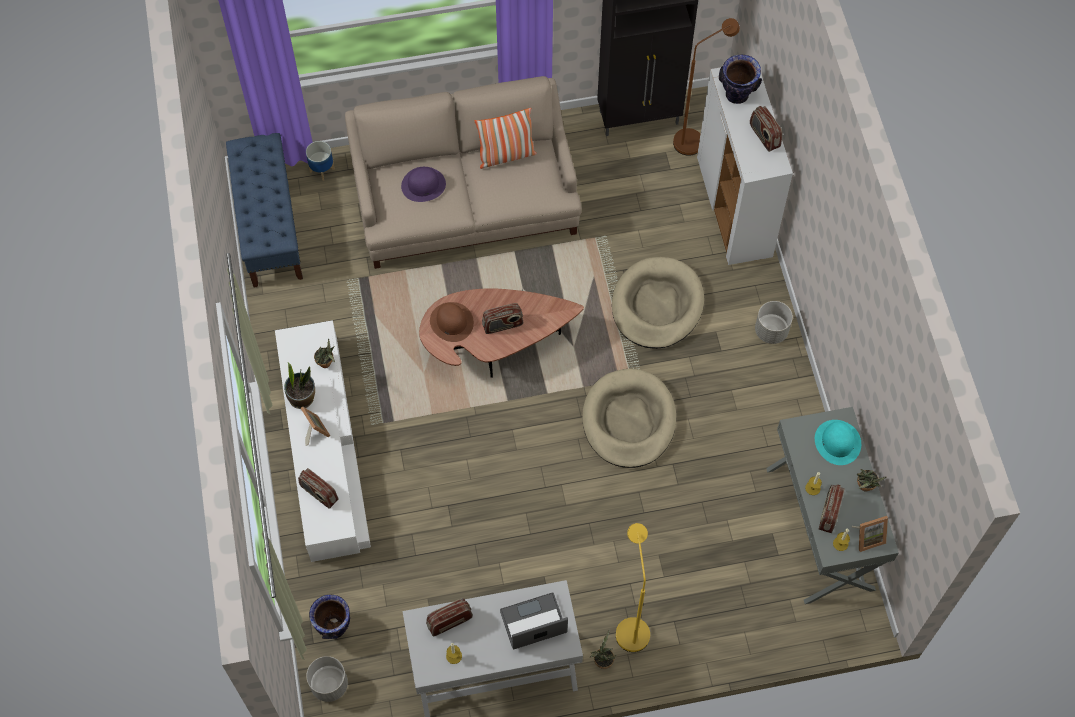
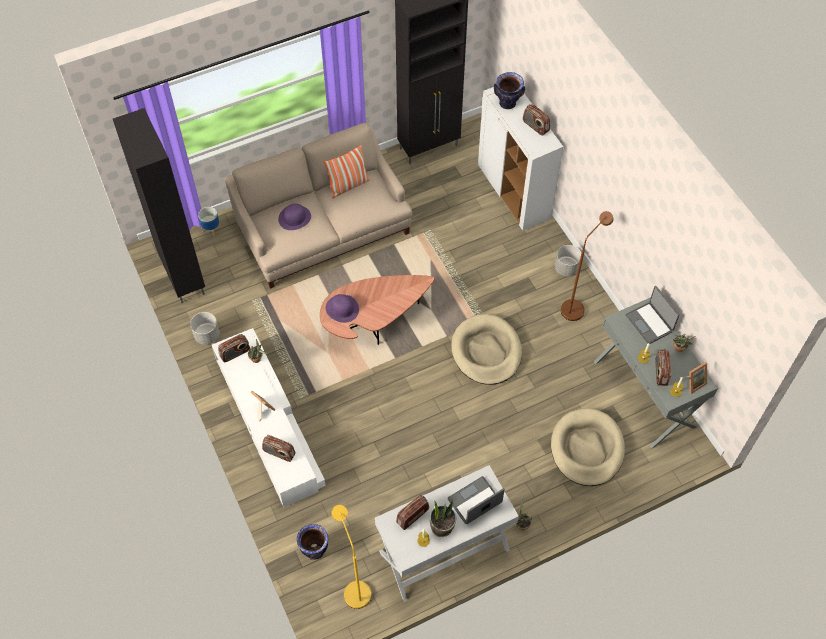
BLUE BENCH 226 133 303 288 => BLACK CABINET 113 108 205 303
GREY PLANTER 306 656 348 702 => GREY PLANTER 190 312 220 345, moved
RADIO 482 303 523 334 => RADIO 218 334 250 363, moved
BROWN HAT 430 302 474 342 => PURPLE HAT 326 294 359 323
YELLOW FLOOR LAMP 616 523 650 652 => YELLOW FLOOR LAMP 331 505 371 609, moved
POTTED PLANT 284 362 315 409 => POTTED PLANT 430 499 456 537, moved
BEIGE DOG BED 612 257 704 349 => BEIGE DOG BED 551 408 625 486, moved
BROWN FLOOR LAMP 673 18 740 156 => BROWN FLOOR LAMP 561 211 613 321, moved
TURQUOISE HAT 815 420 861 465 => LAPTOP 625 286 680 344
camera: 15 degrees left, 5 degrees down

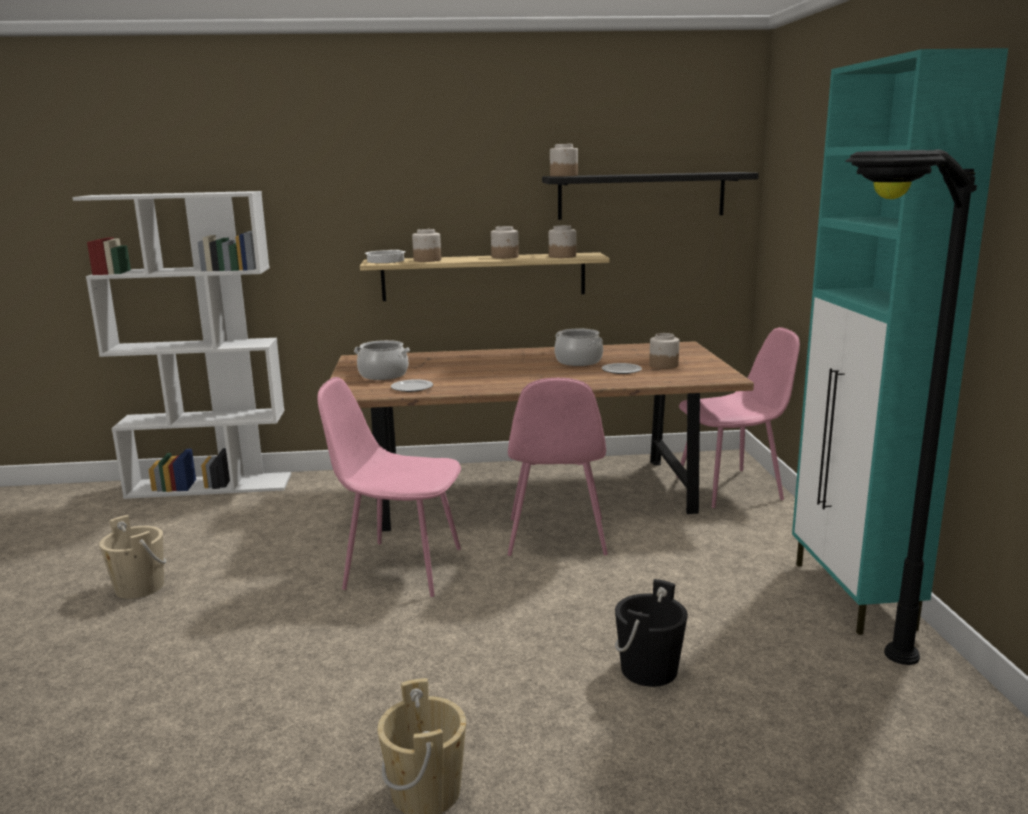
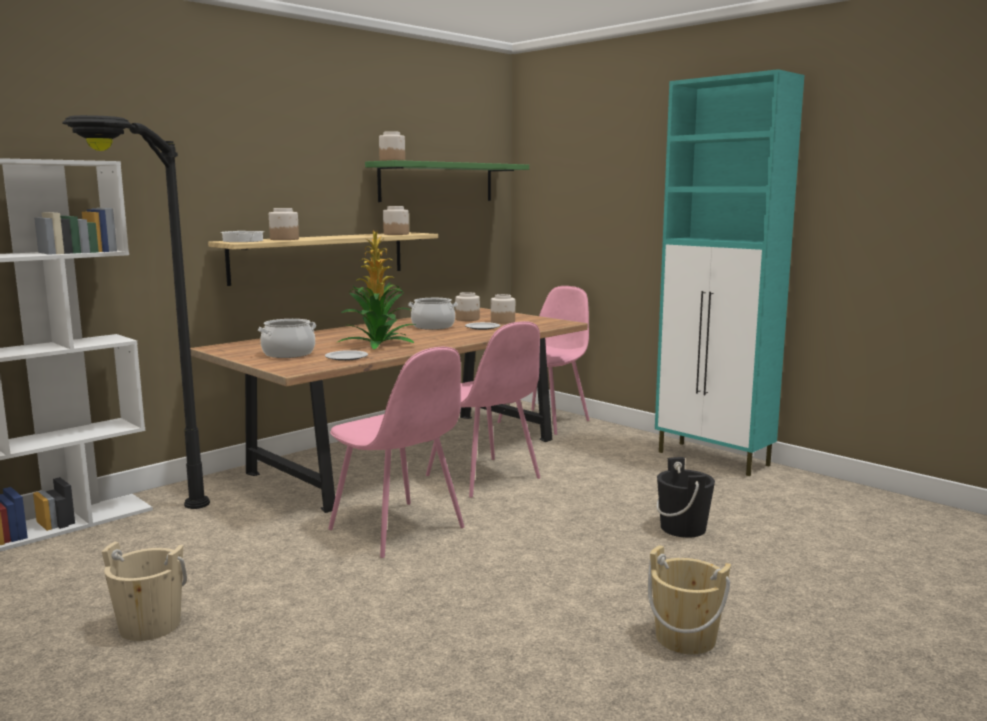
BLACK FLOOR LAMP 845 149 977 665 => BLACK FLOOR LAMP 62 115 210 509, moved
PINK CHAIR 317 377 461 597 => PINK CHAIR 328 347 464 558, 105 degrees counterclockwise
nothing => POTTED PLANT 338 230 417 349
BLACK SHELF 542 172 759 220 => GREEN SHELF 365 160 529 202
JAR 491 226 519 259 => JAR 455 292 480 321, moved
camera: 40 degrees left, 5 degrees down

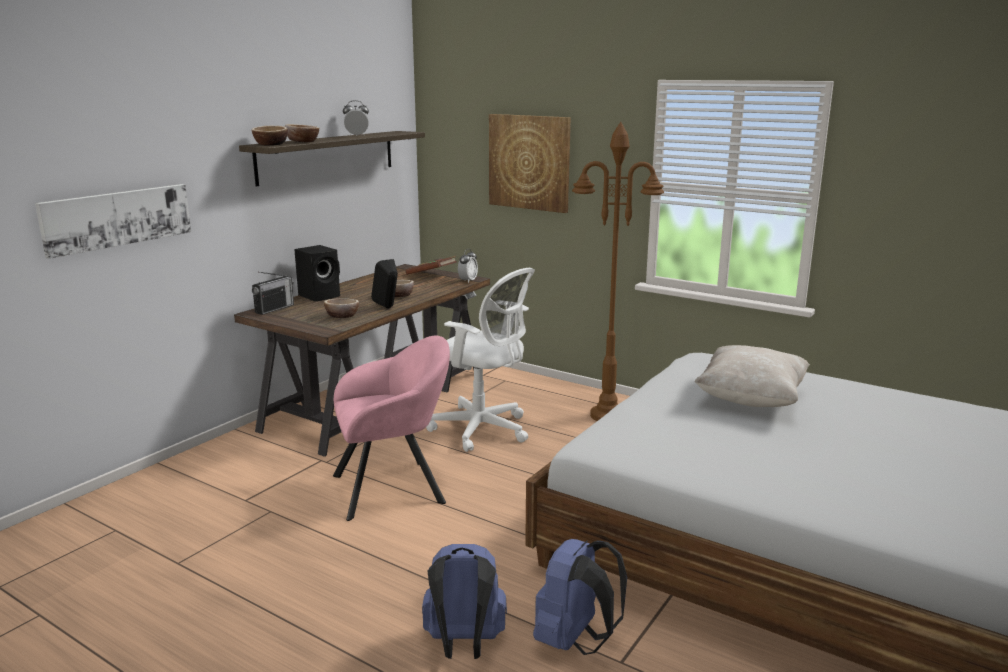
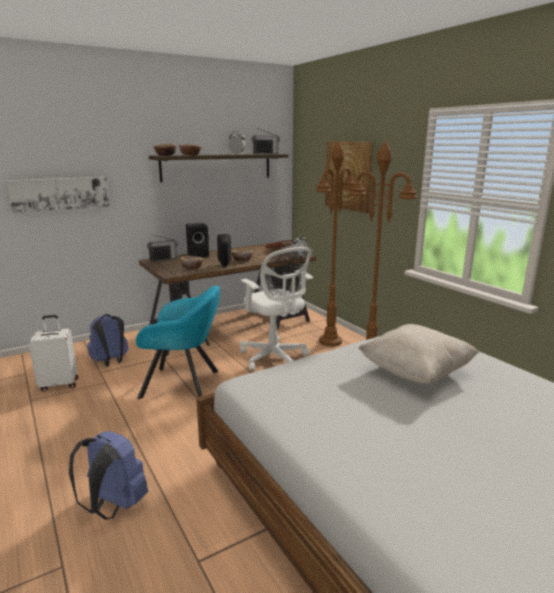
nothing => WHITE SUITCASE 29 315 78 392
BLUE BACKPACK 533 539 627 655 => BLUE BACKPACK 87 314 128 366, moved
PINK ARMCHAIR 333 336 450 521 => TURQUOISE ARMCHAIR 136 286 220 399
nothing => RADIO 252 128 280 154
nothing => BROWN FLOOR LAMP 315 141 355 347
camera: 25 degrees right, 0 degrees up

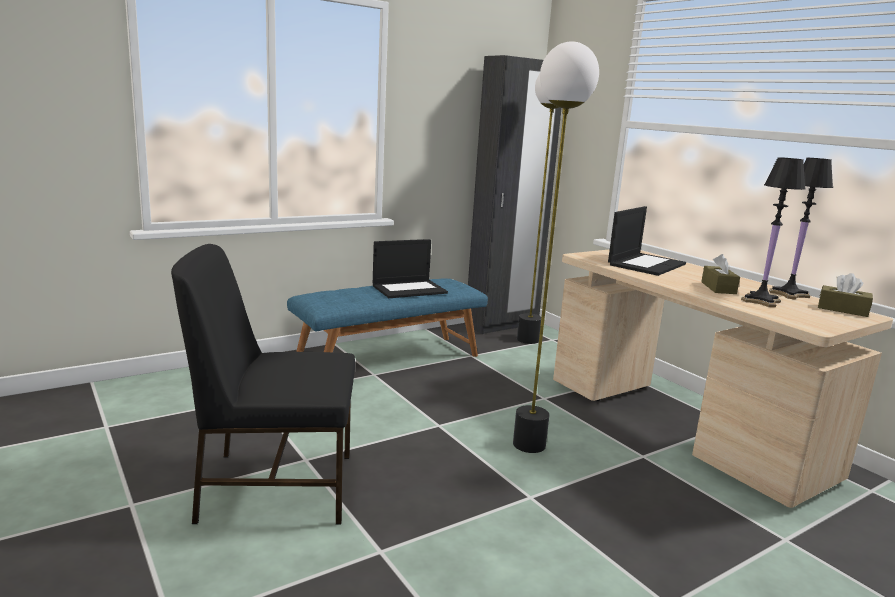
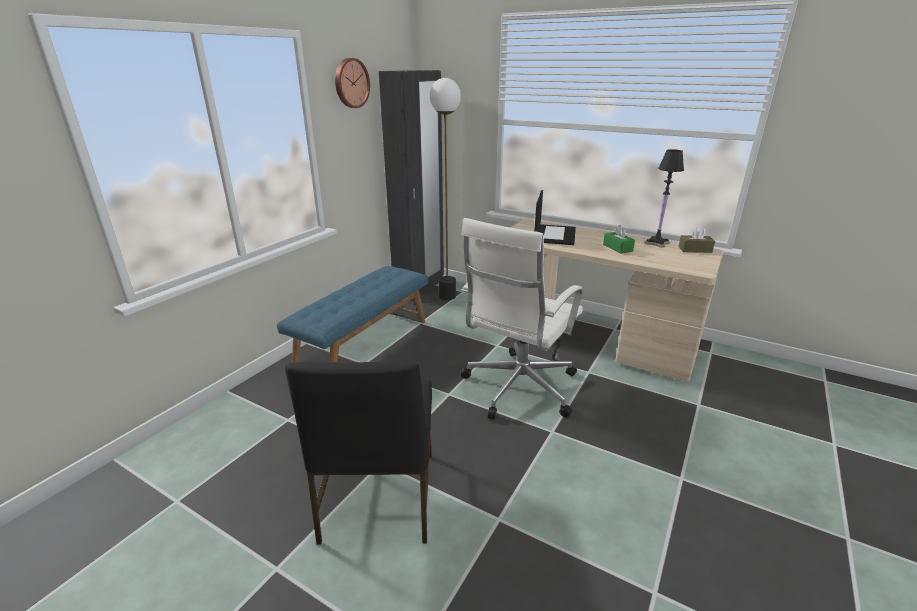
BLACK CHAIR 171 244 355 525 => BLACK CHAIR 285 361 432 544, 60 degrees counterclockwise
nothing => WALL CLOCK 335 58 370 108
FLOOR LAMP 513 41 599 453 => WHITE OFFICE CHAIR 461 218 583 419
BROWN TISSUE BOX 701 254 740 294 => GREEN TISSUE BOX 603 225 635 254
LAPTOP 373 239 448 298 => nothing
BLACK TABLE LAMP 741 157 806 307 => nothing
camera: 25 degrees left, 10 degrees up

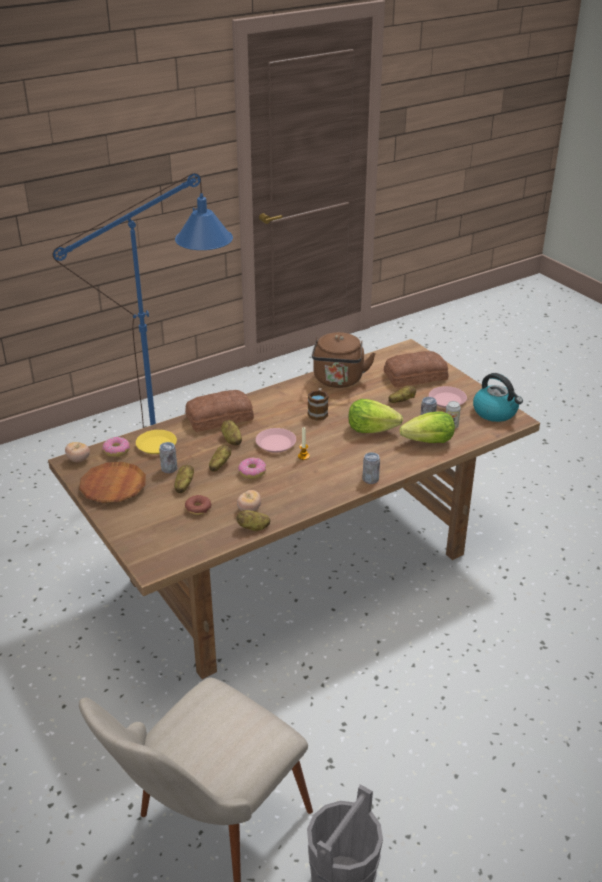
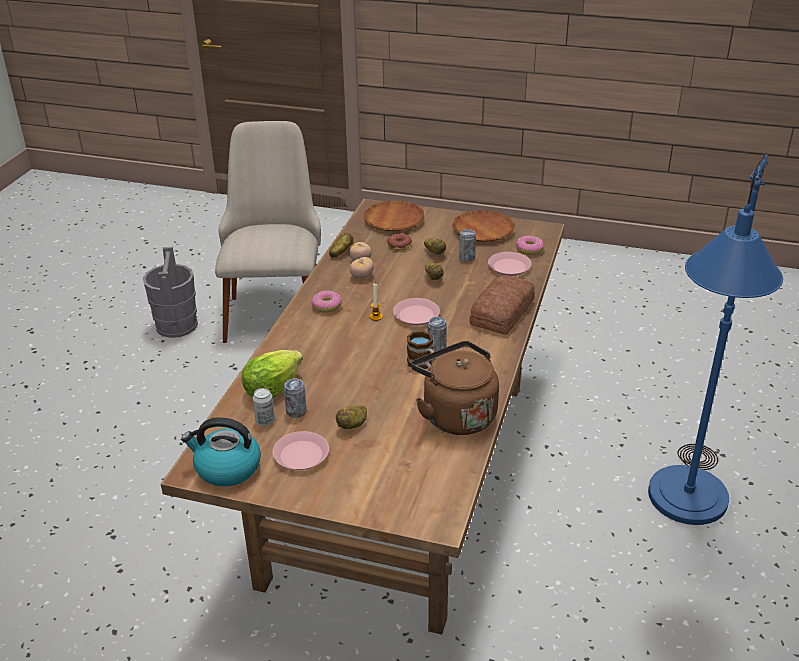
DONUT 238 458 266 479 => DONUT 312 290 342 313, moved
TOMATO 65 442 90 462 => TOMATO 349 257 374 279, moved
nothing => BROWN PLATE 364 201 424 231
CAN 363 452 380 484 => CAN 428 317 447 352, moved
YELLOW PLATE 136 430 177 454 => PINK PLATE 488 252 532 276
POTATO 221 420 242 445 => nothing
LETTUCE 349 399 403 433 => nothing
BREAD 384 351 449 387 => nothing
camera: 140 degrees right, 0 degrees up

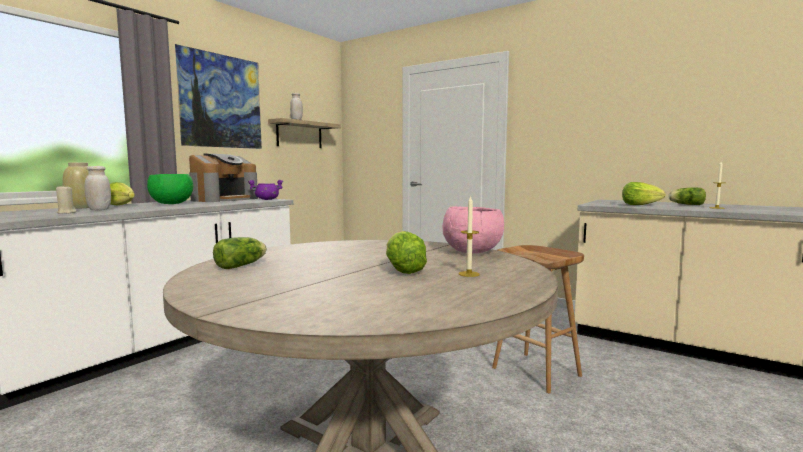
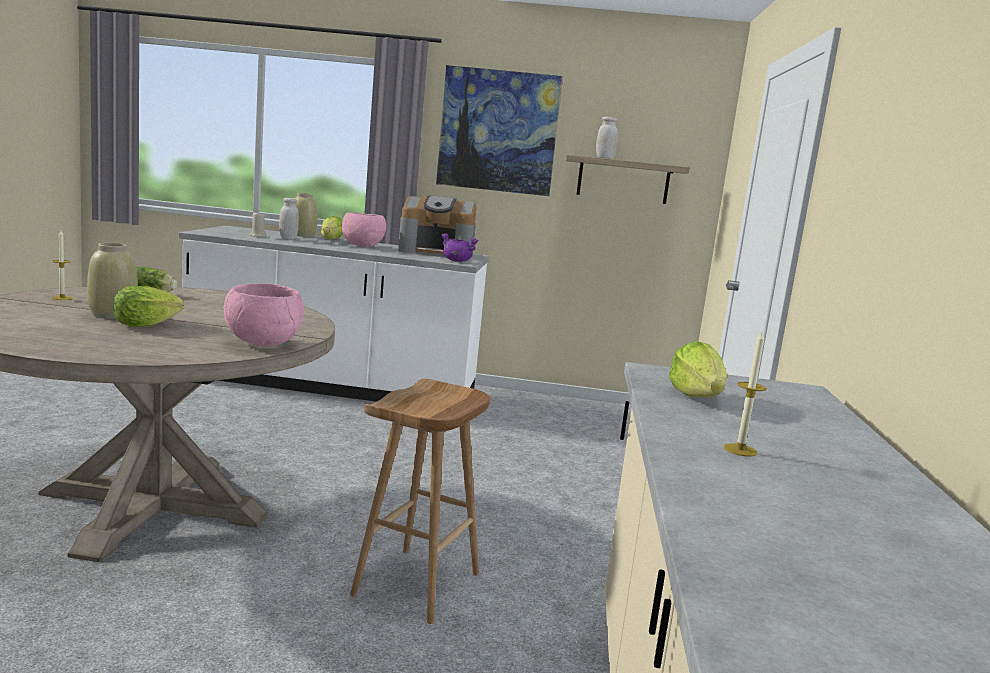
CANDLE 459 195 480 277 => CANDLE 52 231 73 300, moved
nothing => BEIGE VASE 87 243 138 319
GREEN BOWL 147 174 193 204 => PINK BOWL 342 212 386 247
LETTUCE 668 188 706 205 => nothing
camera: 60 degrees right, 5 degrees up

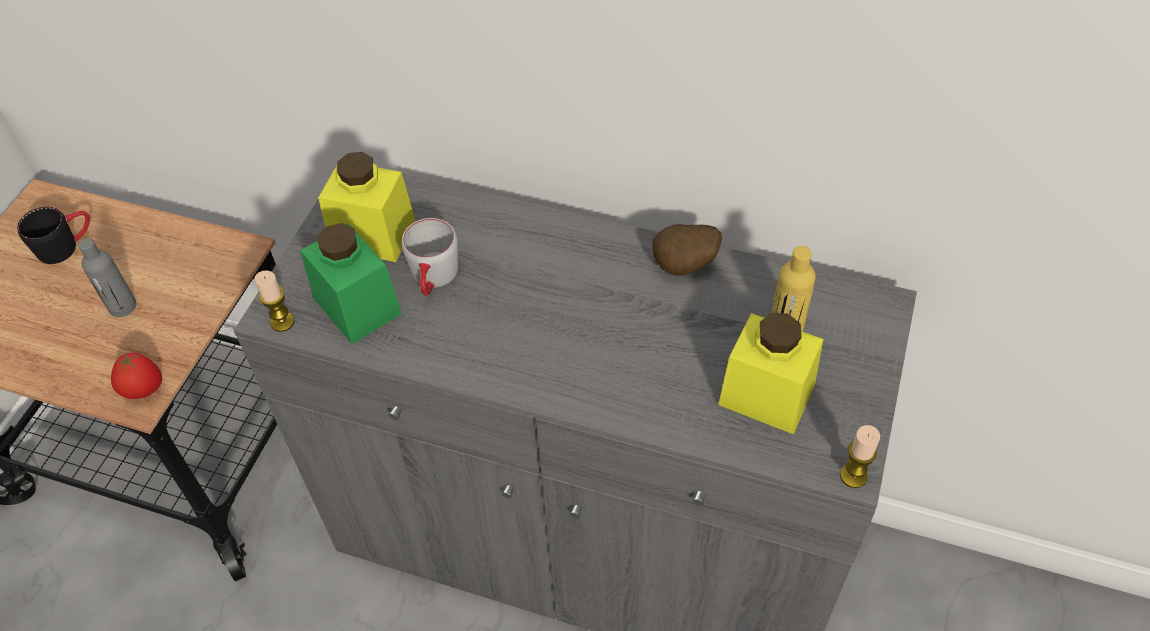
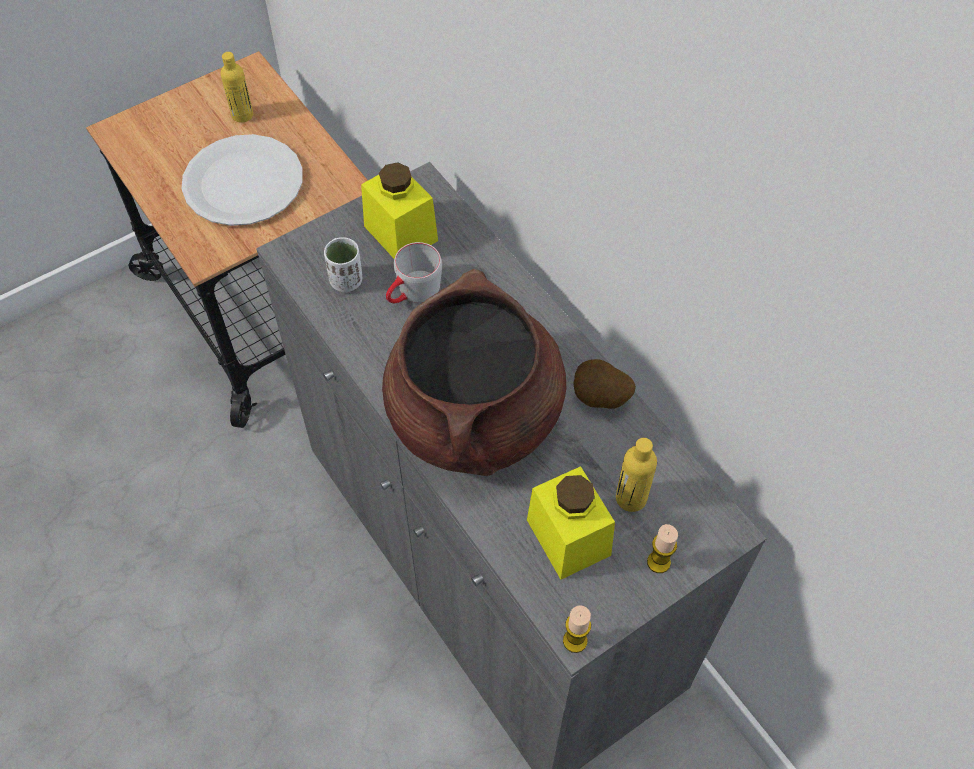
GREY BOTTLE 78 238 136 317 => WHITE PLATE 182 134 303 226
BLACK MUG 17 207 90 264 => YELLOW BOTTLE 221 52 253 123
GREEN JAR 300 223 402 344 => WHITE CUP 324 237 363 292
nothing => BROWN COOKING POT 382 269 566 476
CANDLE 254 270 295 332 => CANDLE 647 524 678 573, moved
TOMATO 111 353 162 399 => nothing
camera: 35 degrees right, 5 degrees up

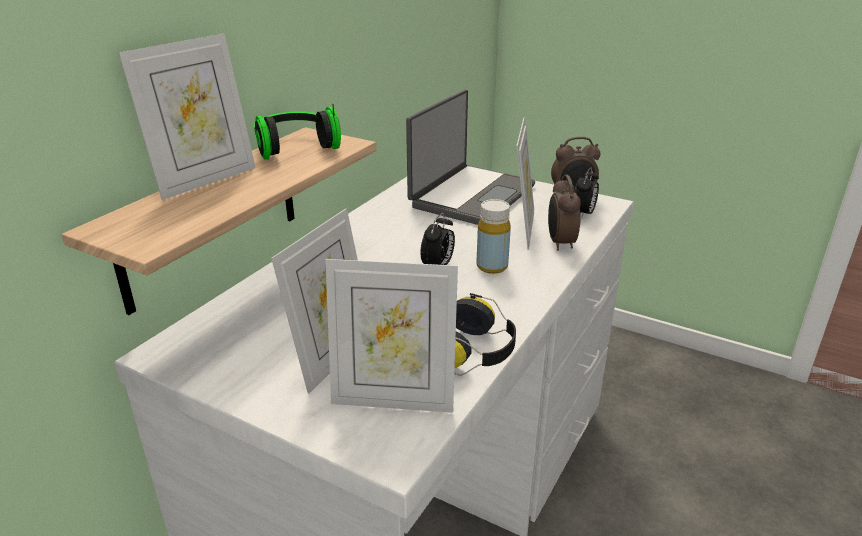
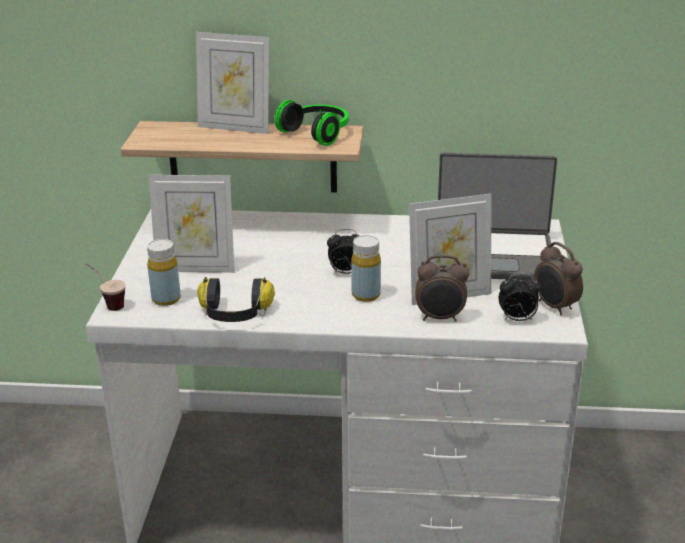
nothing => CUP 85 263 125 311
PICTURE FRAME 325 259 458 413 => YELLOW BOTTLE 147 239 181 306
ALARM CLOCK 548 175 581 251 => ALARM CLOCK 415 255 469 322, 150 degrees counterclockwise
camera: 65 degrees right, 0 degrees up

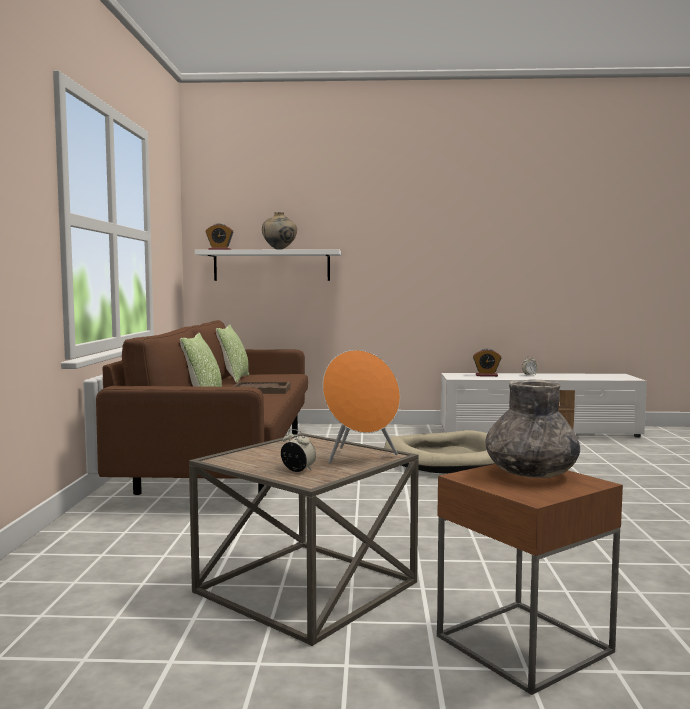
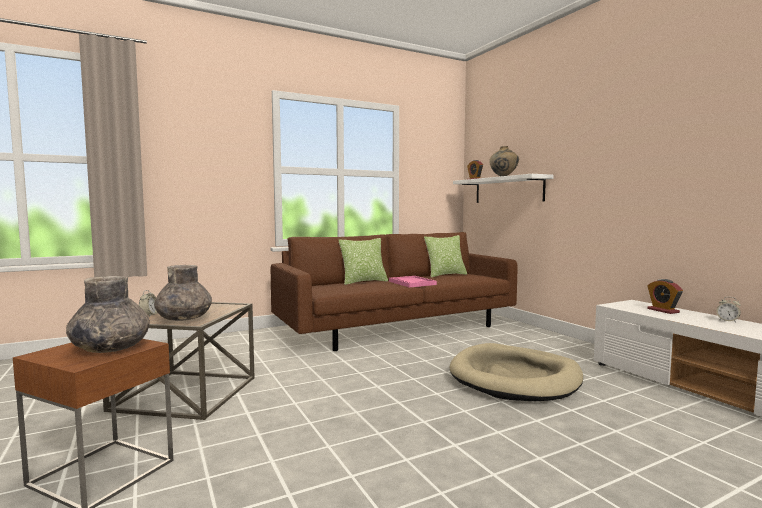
ORANGE SPEAKER 322 350 400 464 => GREY VASE 154 265 212 321
BROWN TRAY 232 382 290 394 => PINK TRAY 389 276 437 288
camera: 60 degrees right, 0 degrees up

